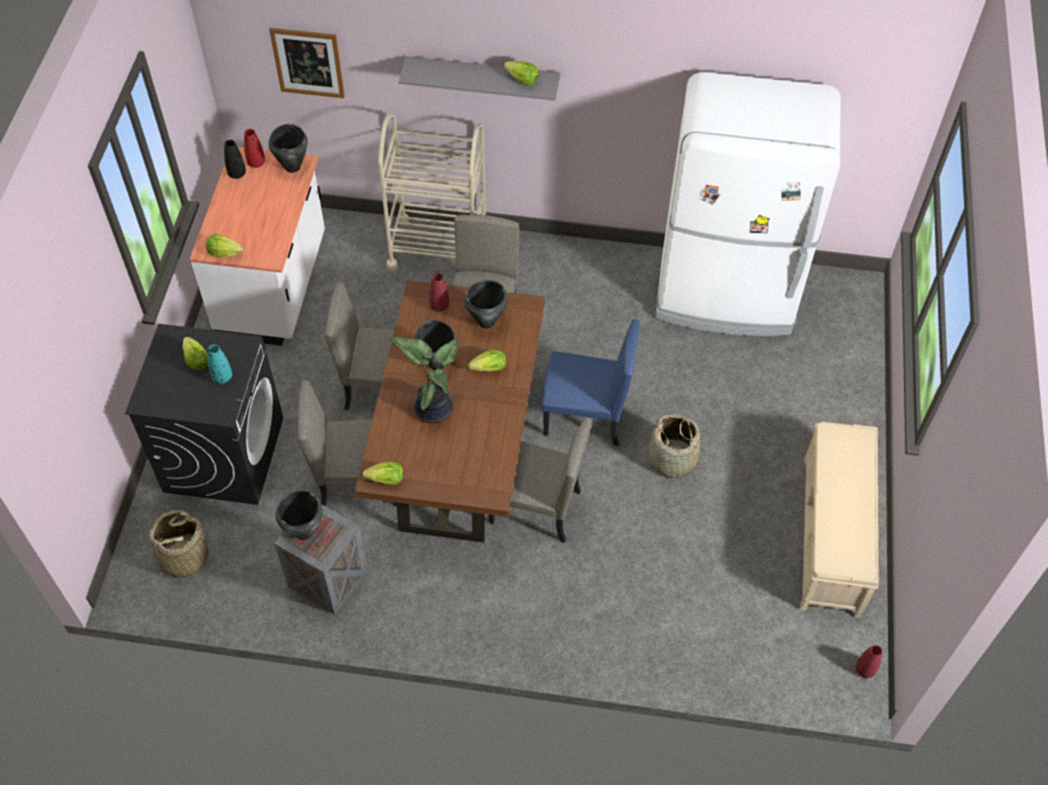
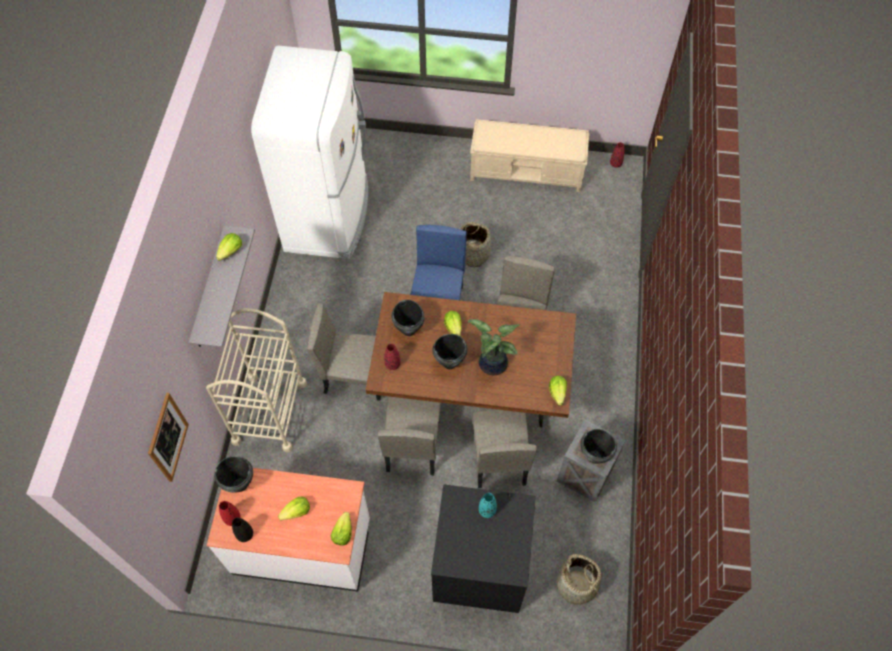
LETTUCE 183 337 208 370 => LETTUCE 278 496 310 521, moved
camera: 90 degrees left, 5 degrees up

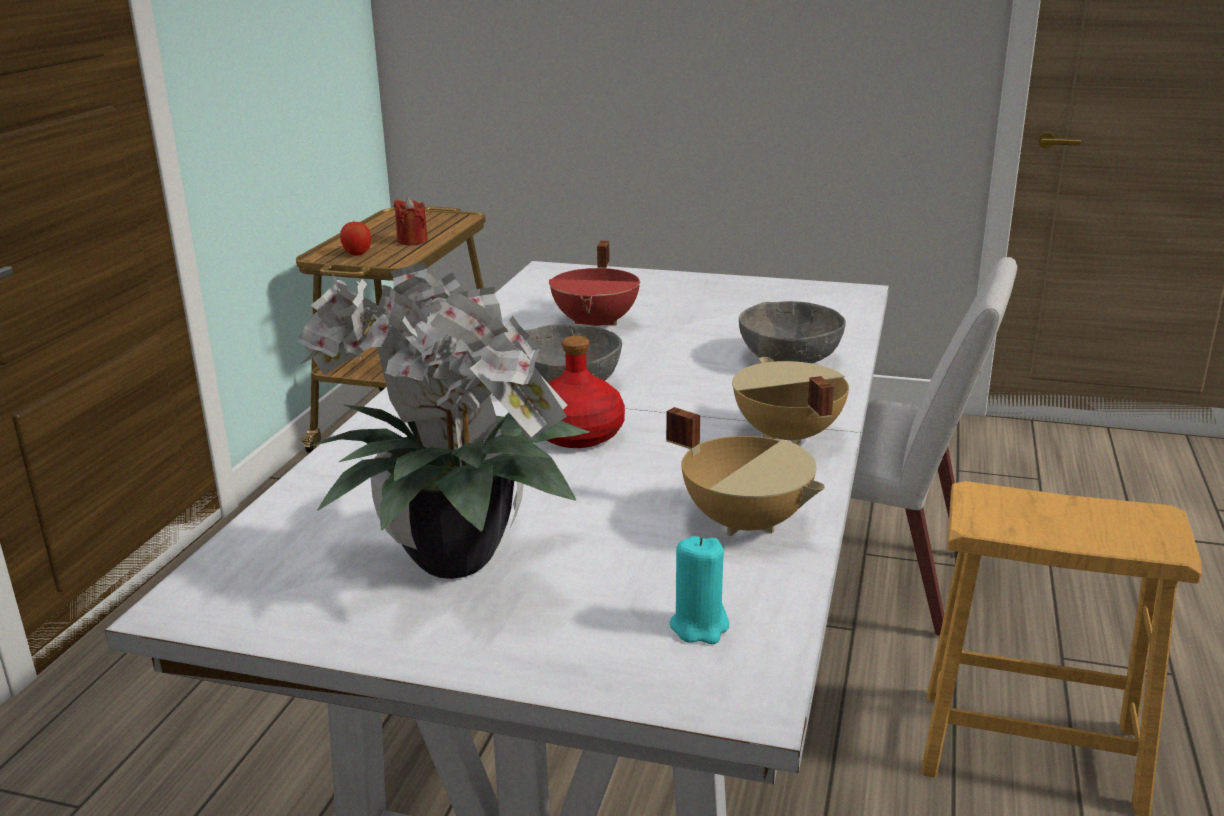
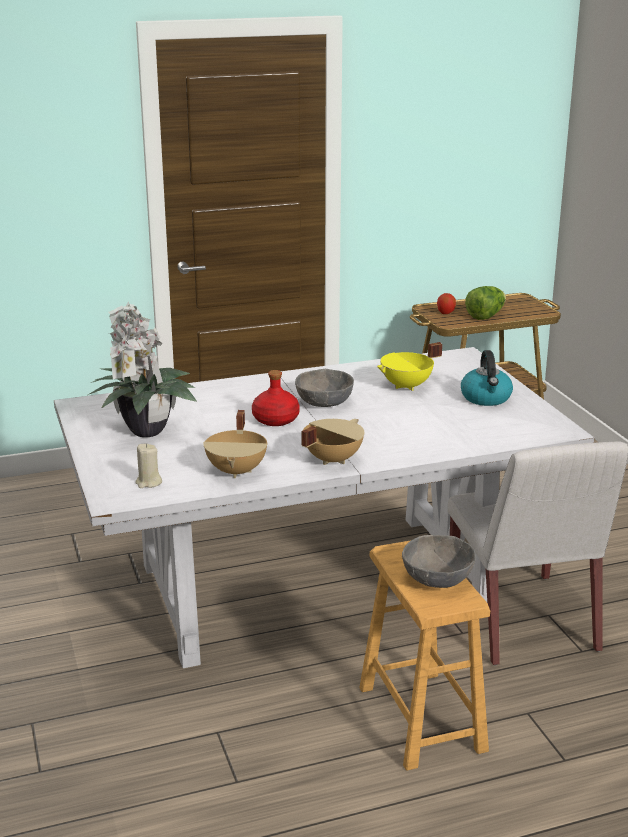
TURQUOISE CANDLE 670 536 729 644 => BEIGE CANDLE 135 444 162 488
RED COOKING POT 549 241 640 326 => YELLOW COOKING POT 377 342 442 391
GREY BOWL 739 301 846 363 => GREY BOWL 402 535 476 588, moved
nothing => KETTLE 461 350 513 406
RED CANDLE 394 197 428 245 => LETTUCE 465 286 506 320
camera: 55 degrees right, 0 degrees up

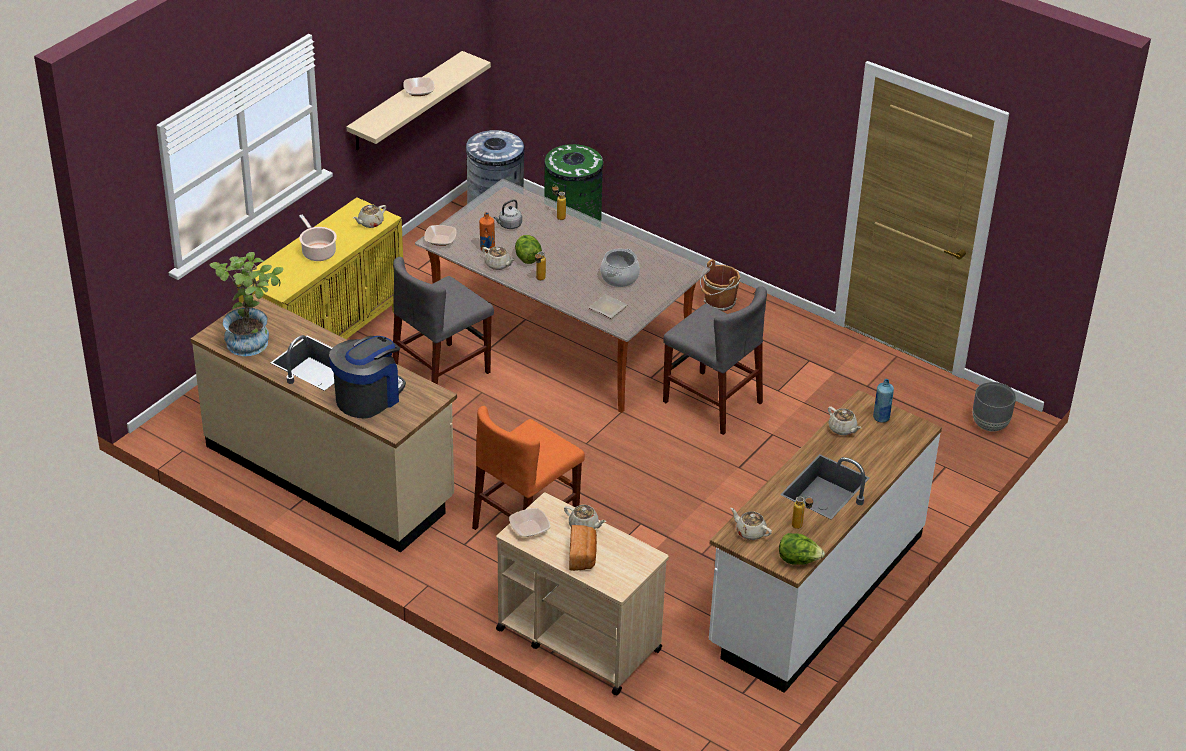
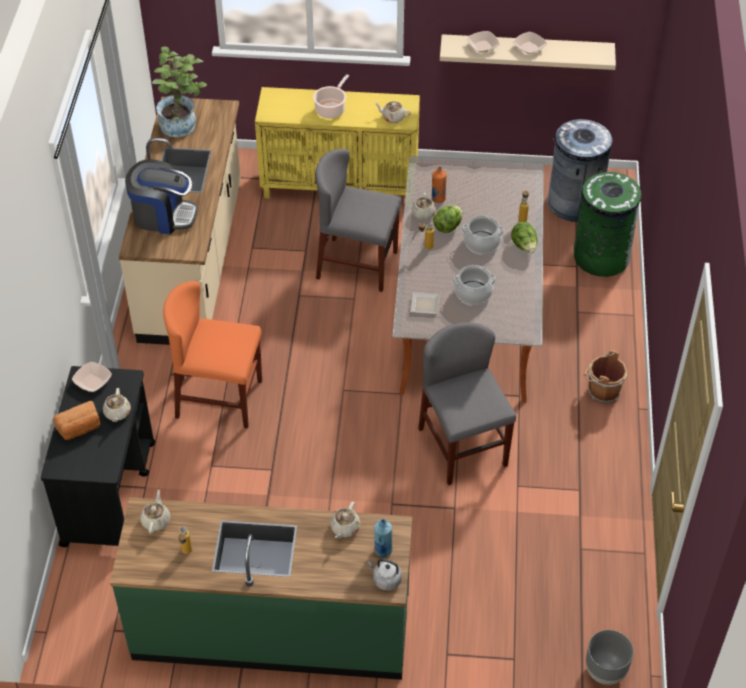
BEIGE CART 496 492 669 695 => BLACK CART 41 366 155 547
WHITE COUNTER 709 390 942 693 => GREEN COUNTER 110 497 412 680
GREY KETTLE 494 199 522 229 => GREY KETTLE 367 558 402 591, moved
GREY CHAIR 663 286 767 435 => GREY CHAIR 418 322 516 485, 150 degrees clockwise
nothing => COOKING POT 462 215 504 254
BOWL 424 225 457 246 => BOWL 467 31 500 52, moved
LETTUCE 779 533 825 565 => LETTUCE 511 222 537 253, moved
camera: 60 degrees right, 10 degrees up

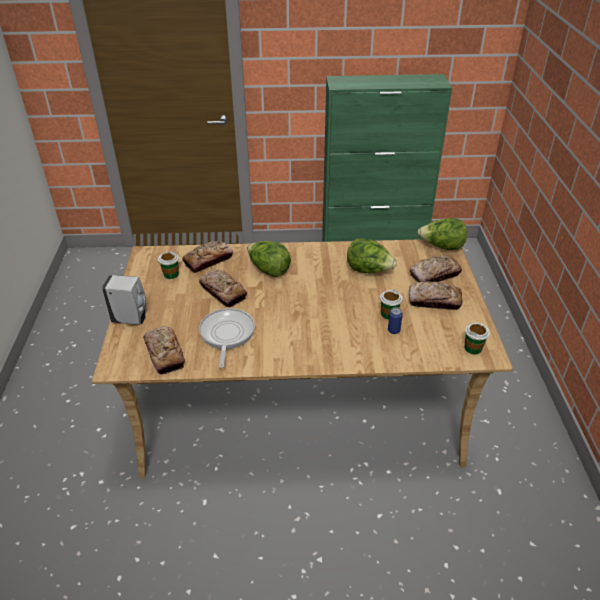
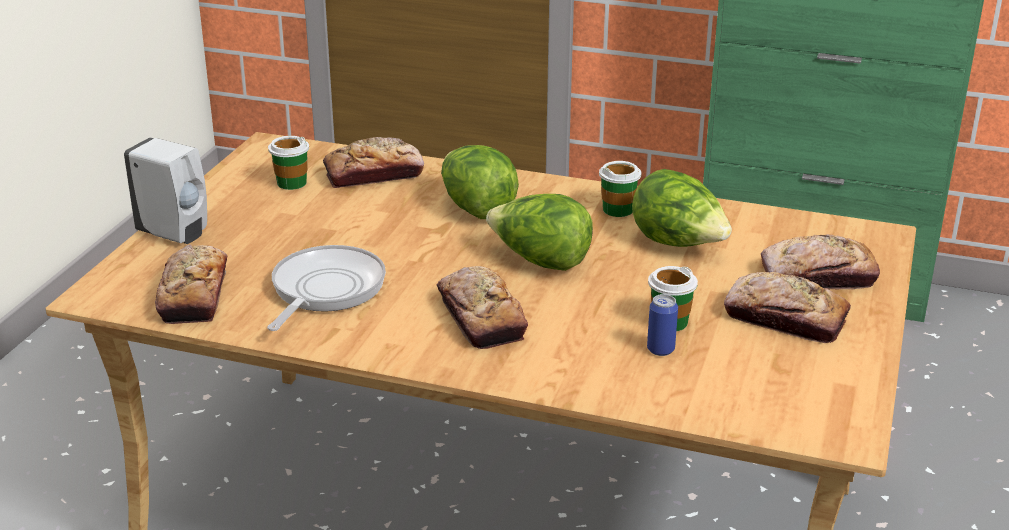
BREAD 199 269 247 307 => BREAD 437 266 528 349, moved
LETTUCE 417 218 467 250 => LETTUCE 486 194 593 271, moved
CUP 465 323 490 354 => CUP 599 161 642 217, moved
camera: 20 degrees right, 10 degrees down

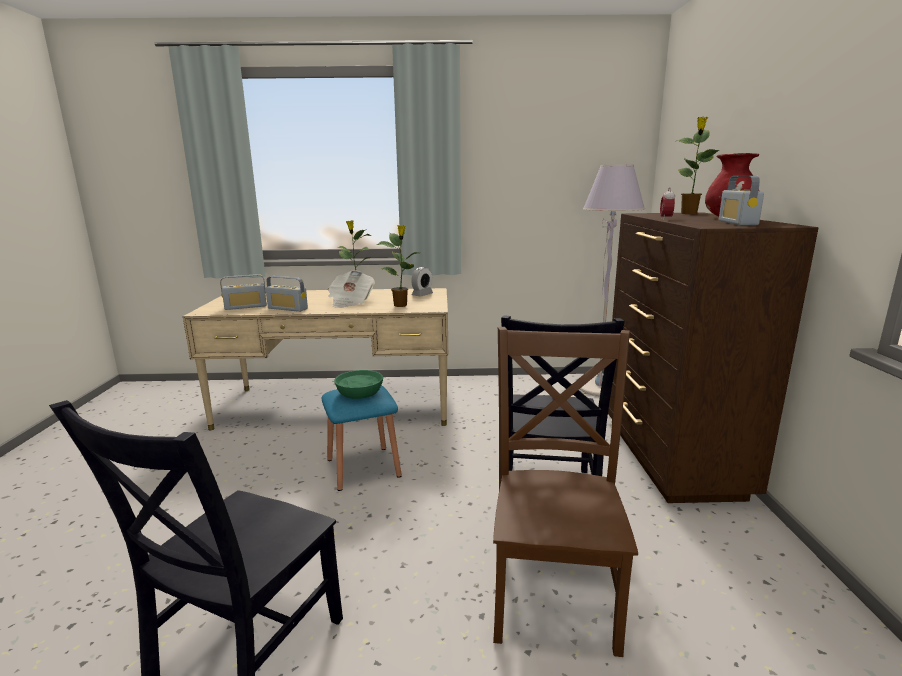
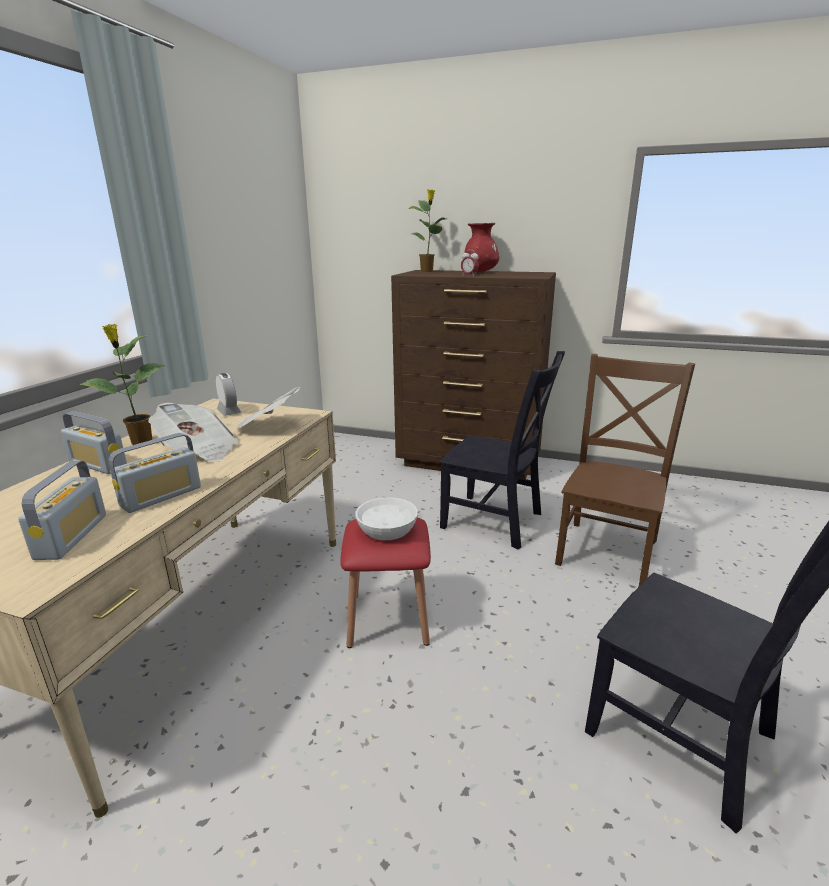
RADIO 719 176 764 225 => RADIO 61 411 127 474, moved
POTTED PLANT 377 225 418 307 => NEWSPAPER 235 387 300 431
BLUE STOOL 322 385 402 491 => RED STOOL 340 518 431 648
GREEN BOWL 334 370 383 399 => WHITE BOWL 355 497 418 540
BROWN CHAIR 493 327 638 657 => BROWN CHAIR 555 354 695 586, 90 degrees clockwise
GREY FLOOR LAMP 580 164 645 396 => nothing
camera: 70 degrees left, 5 degrees up

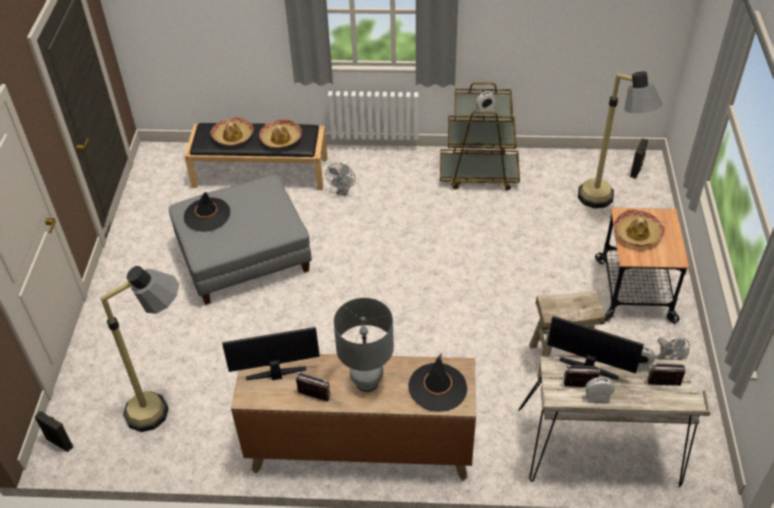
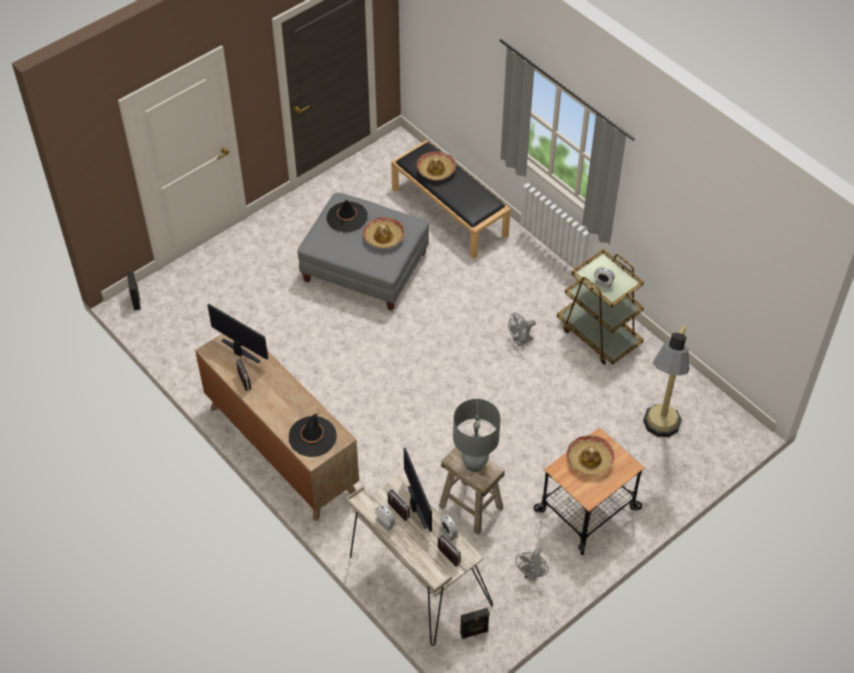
HAT 259 119 302 149 => HAT 363 217 404 248, moved
GREY TABLE LAMP 333 298 394 392 => GREY TABLE LAMP 453 399 501 472, moved
BLACK SPEAKER 630 138 648 179 => BLACK SPEAKER 460 608 490 639, moved
GREY FAN 326 163 355 196 => GREY FAN 508 313 536 346, moved
FLOOR LAMP 100 266 179 432 => nothing
camera: 45 degrees right, 5 degrees up

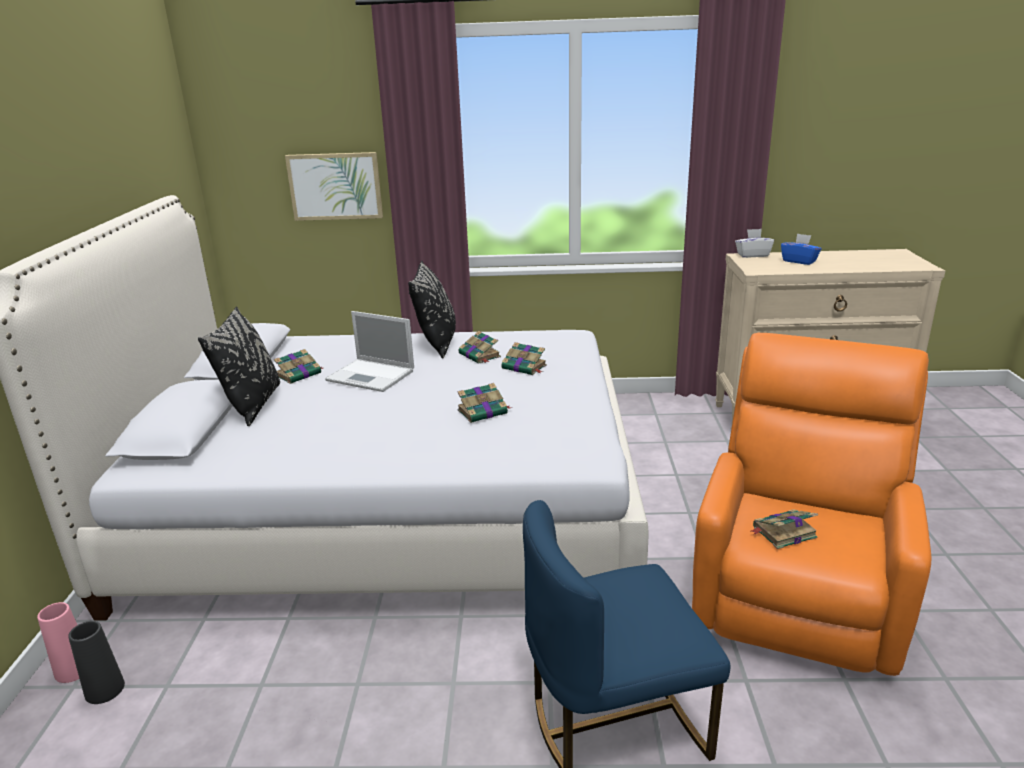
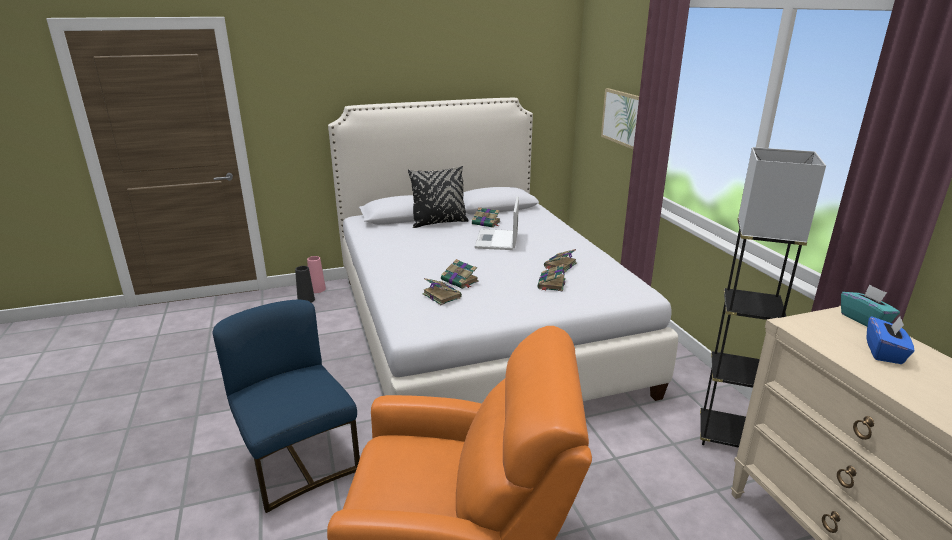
BOOK 751 509 818 549 => BOOK 423 278 462 305, moved
nothing => GREY FLOOR LAMP 700 147 826 448
WHITE TISSUE BOX 735 229 774 258 => TURQUOISE TISSUE BOX 841 284 900 327
BLACK PILLOW 408 261 456 358 => nothing
camera: 70 degrees right, 0 degrees up

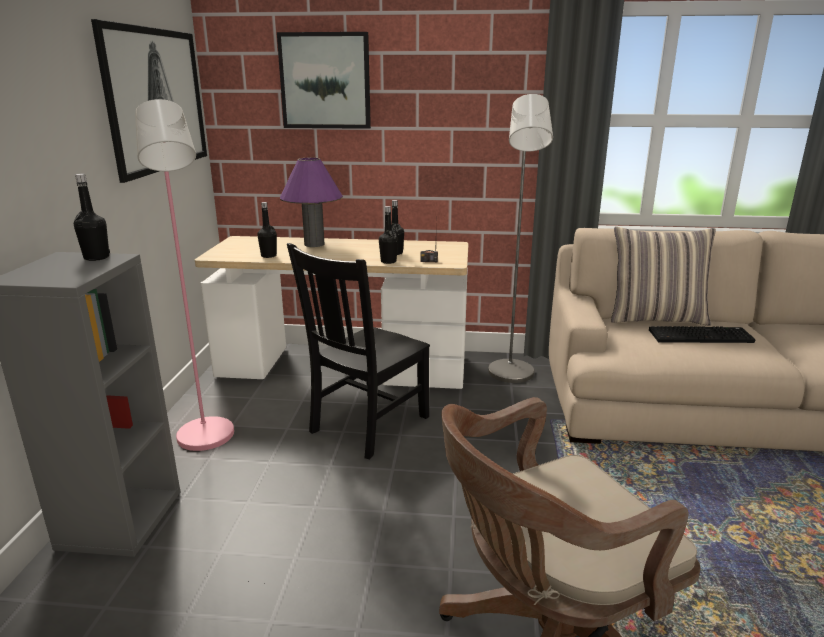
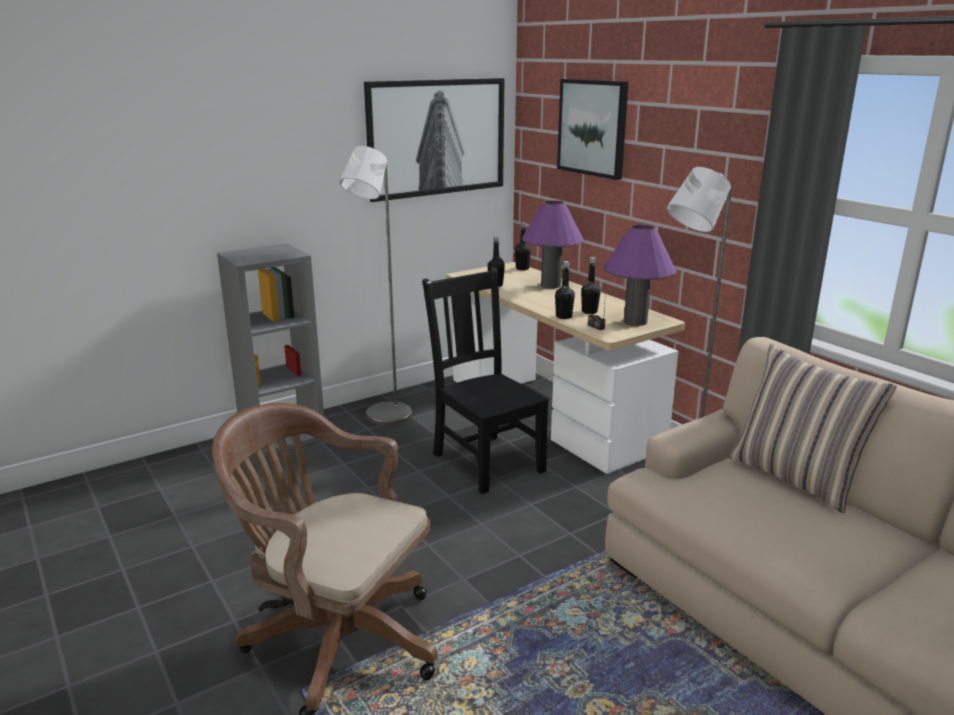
PINK FLOOR LAMP 135 99 234 451 => GREY FLOOR LAMP 340 146 412 425
BLACK CHAIR 287 243 430 459 => BLACK CHAIR 422 267 549 494, 60 degrees clockwise
BLACK BOTTLE 74 174 110 261 => BLACK BOTTLE 515 222 531 270, moved
nothing => PURPLE TABLE LAMP 604 224 677 326
KEYBOARD 649 326 756 343 => nothing
camera: 50 degrees right, 0 degrees up

